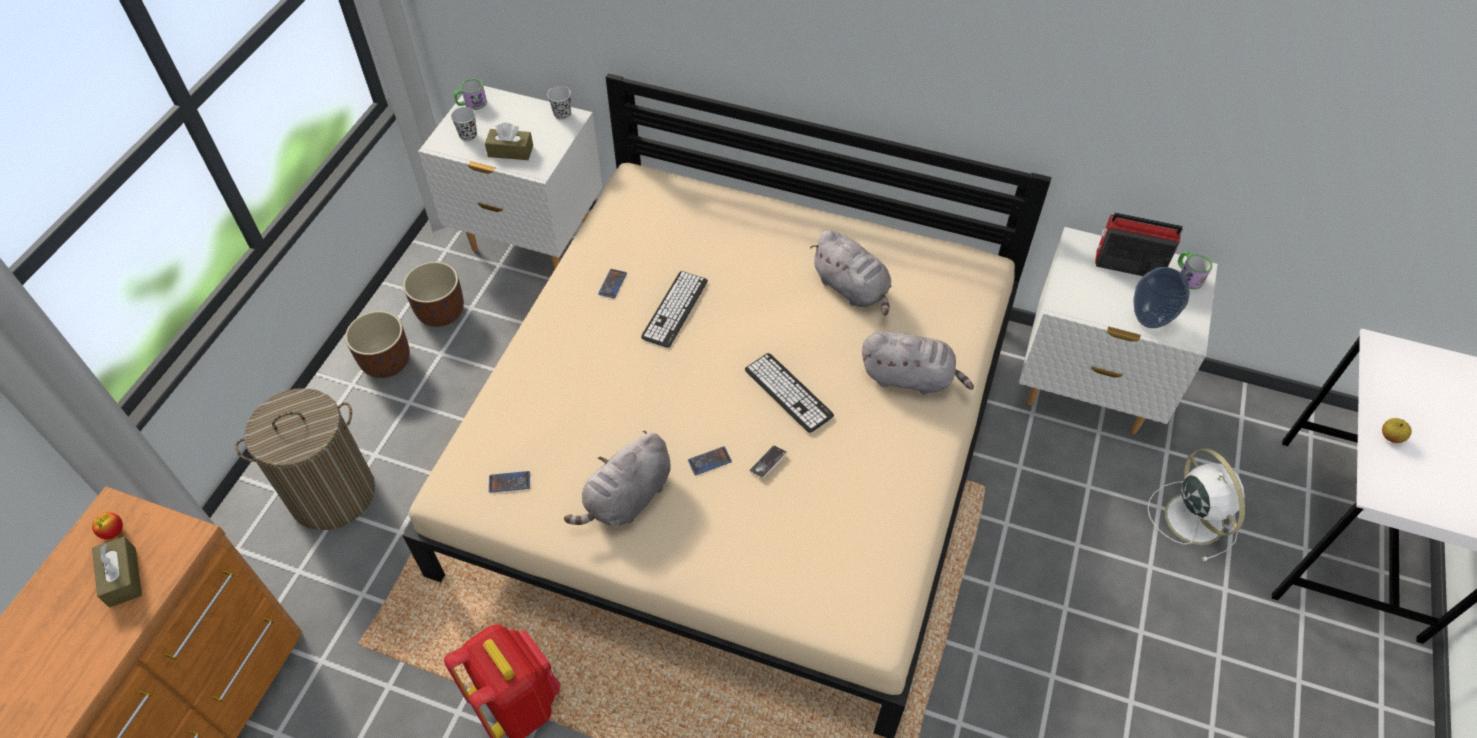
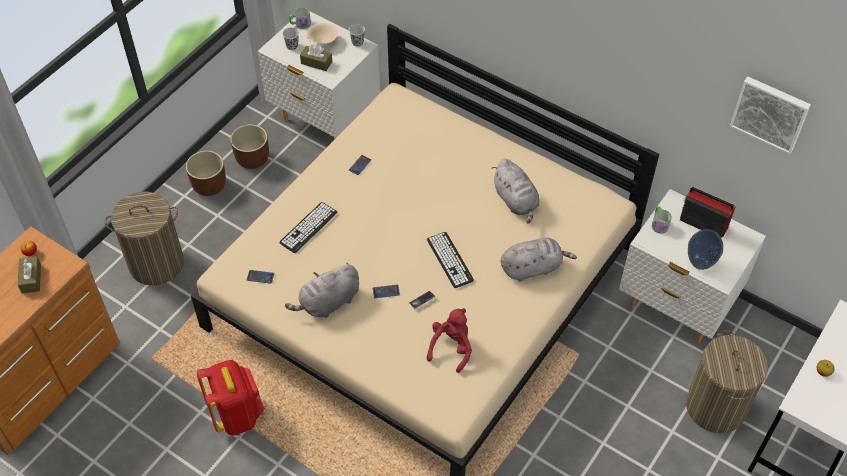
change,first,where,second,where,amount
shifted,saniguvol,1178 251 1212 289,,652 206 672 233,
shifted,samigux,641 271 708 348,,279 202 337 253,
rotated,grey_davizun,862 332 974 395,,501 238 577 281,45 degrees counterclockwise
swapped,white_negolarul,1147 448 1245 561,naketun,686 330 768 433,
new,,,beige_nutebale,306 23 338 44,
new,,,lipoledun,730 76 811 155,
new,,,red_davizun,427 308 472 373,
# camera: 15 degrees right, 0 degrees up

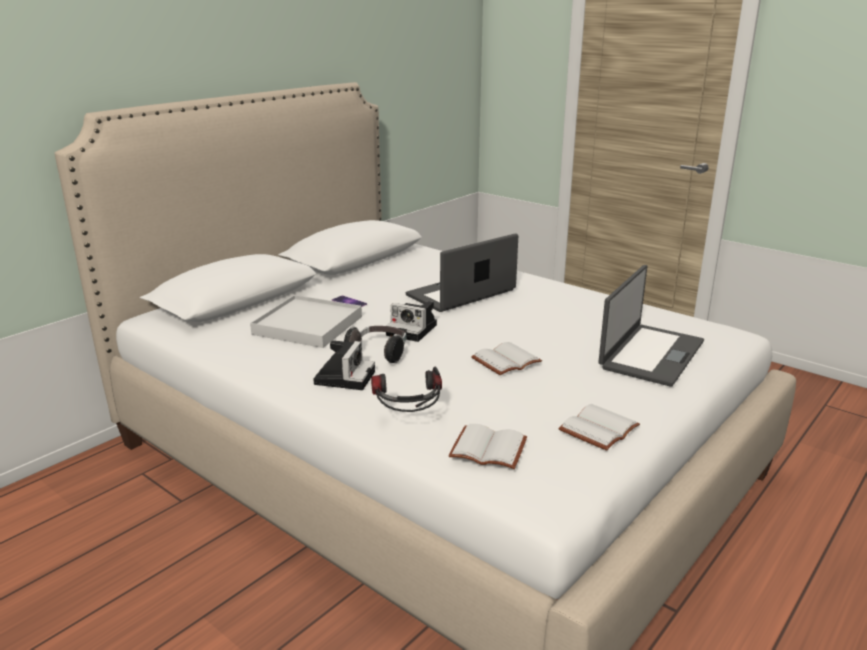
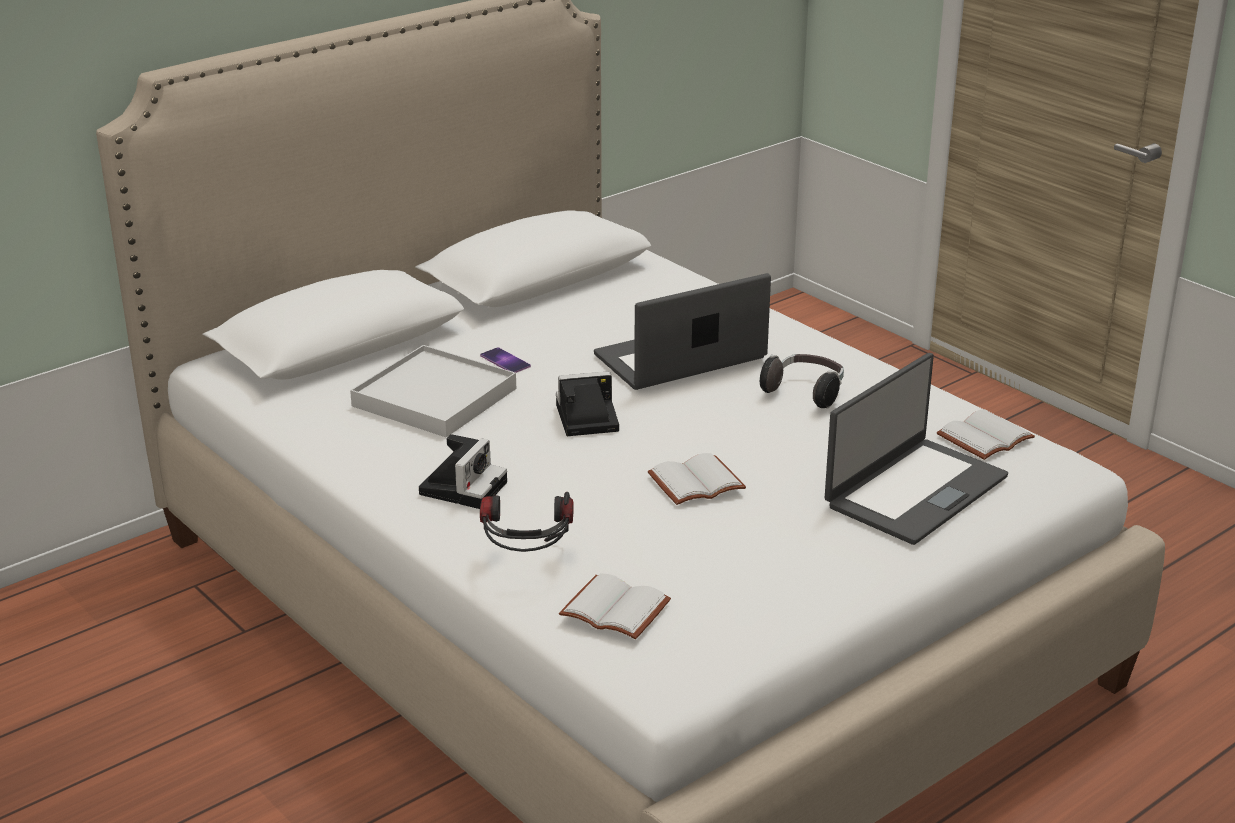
change,first,where,second,where,amount
rotated,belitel,386 301 437 342,,556 372 619 436,135 degrees clockwise
shifted,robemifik,344 326 406 363,,760 354 844 408,
shifted,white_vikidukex,558 404 640 451,,937 409 1035 460,
# camera: 10 degrees right, 5 degrees up

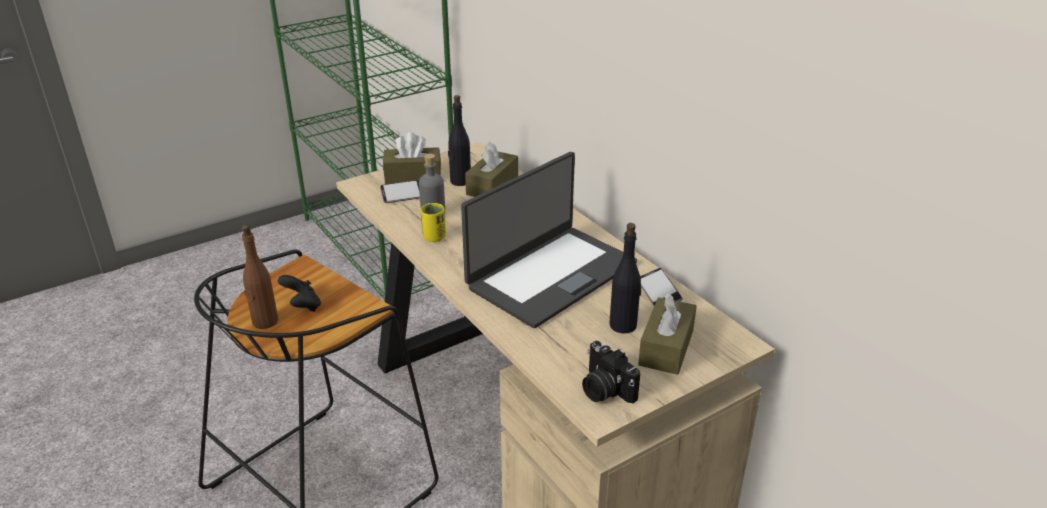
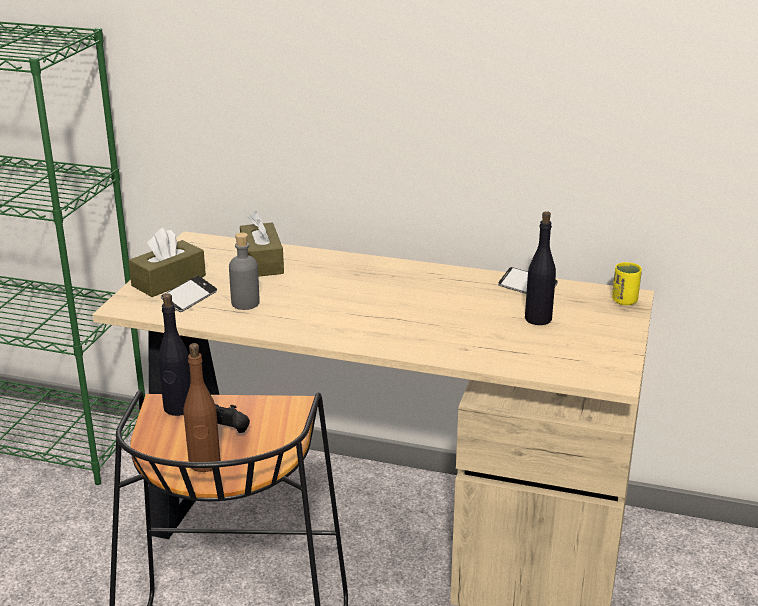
change,first,where,second,where,amount
shifted,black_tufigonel,448 95 471 186,,158 294 191 416,
gone,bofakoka,461 152 637 328,,,
shifted,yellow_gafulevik,421 203 446 242,,612 262 642 305,
gone,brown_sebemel,638 293 697 375,,,
gone,belitel,582 341 640 403,,,
# camera: 40 degrees left, 5 degrees down

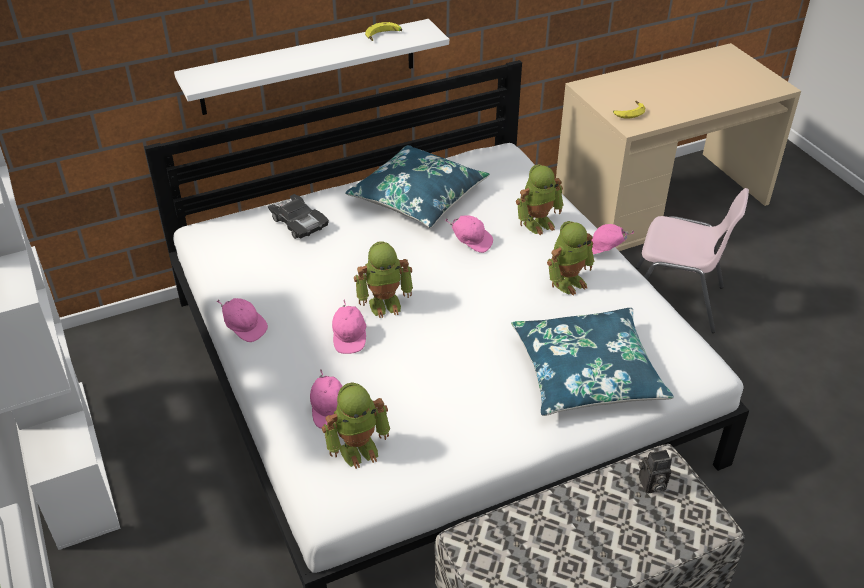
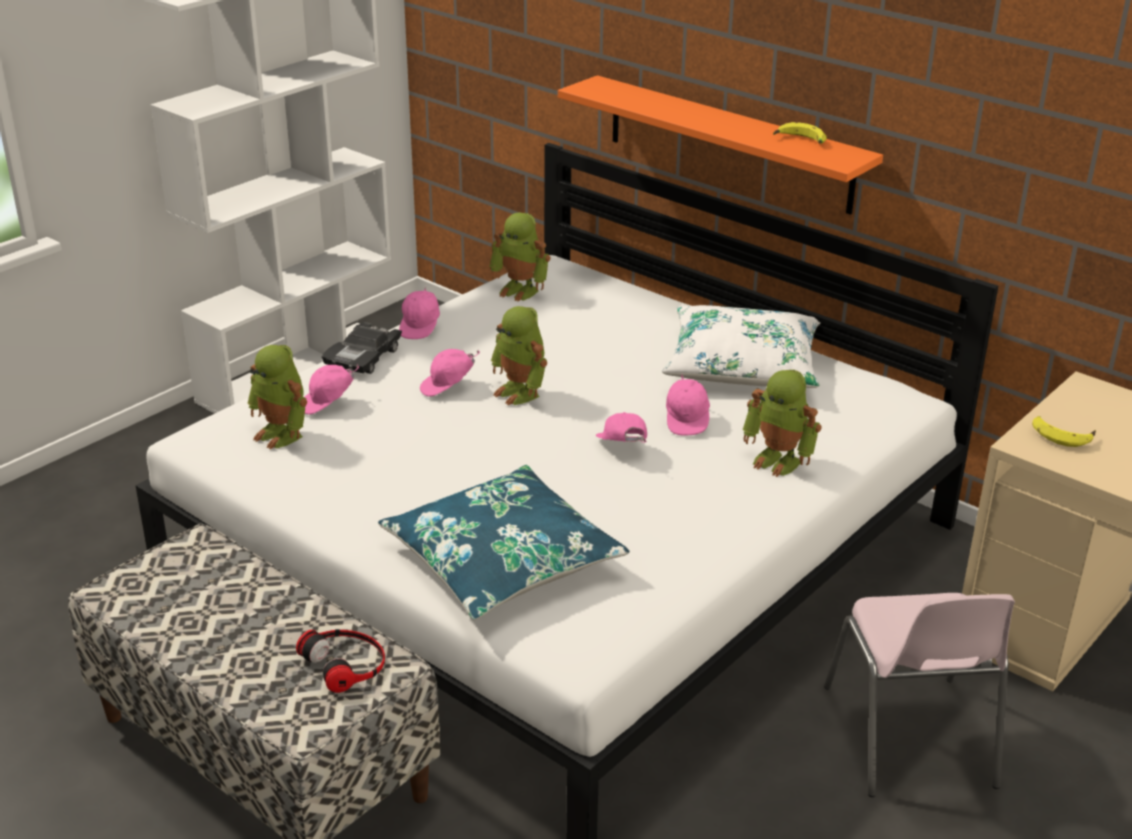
change,first,where,second,where,amount
repainted,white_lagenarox,174 19 449 115,orange_lagenarox,558 75 883 215,
repainted,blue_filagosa,345 145 490 228,white_filagosa,662 305 820 388,
shifted,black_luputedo,268 194 329 239,,322 322 402 374,
shifted,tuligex,547 221 594 296,,489 212 551 301,
shifted,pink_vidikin,591 224 634 254,,596 412 647 443,
swapped,belitel,639 450 672 493,robemifik,296 629 385 693,
# camera: 65 degrees right, 10 degrees down

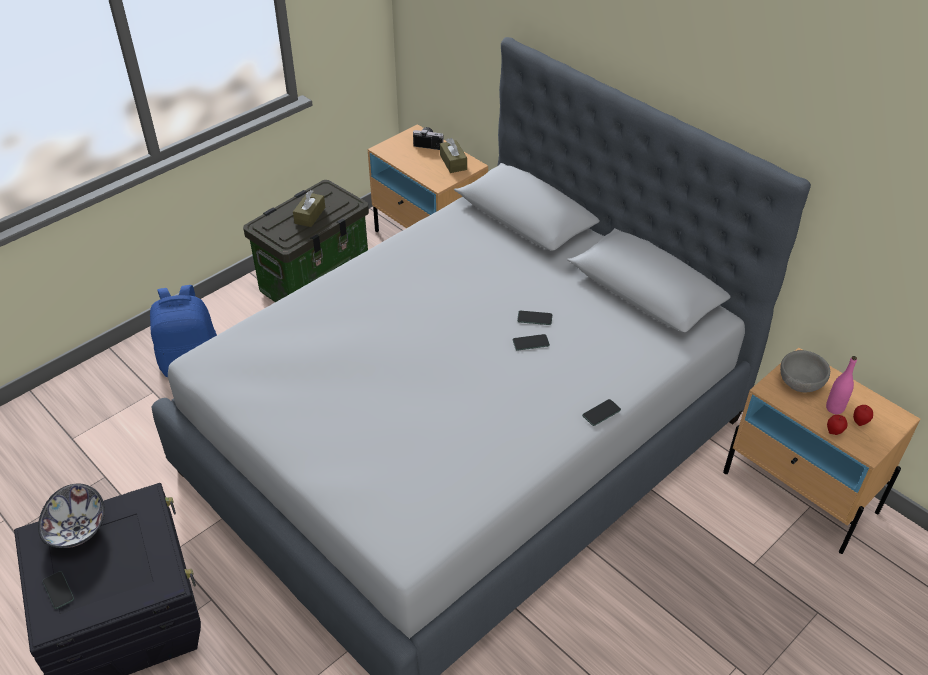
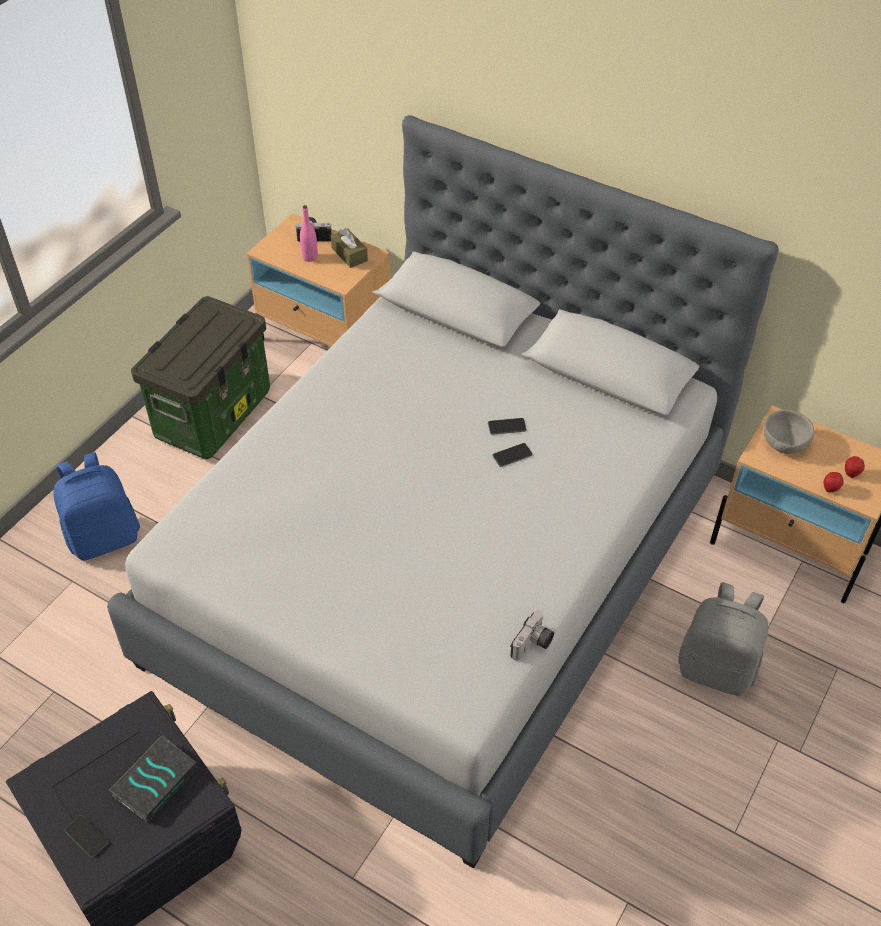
change,first,where,second,where,amount
gone,brown_sebemel,293 190 325 227,,,
shifted,pink_tufigonel,826 356 857 414,,300 205 318 262,
gone,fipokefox,582 399 621 426,,,
gone,nutebale,38 484 105 548,,,
new,,,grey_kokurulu,678 582 768 696,
new,,,belitel,510 610 554 661,
new,,,vikidukex,109 735 198 823,
# camera: 15 degrees left, 5 degrees up

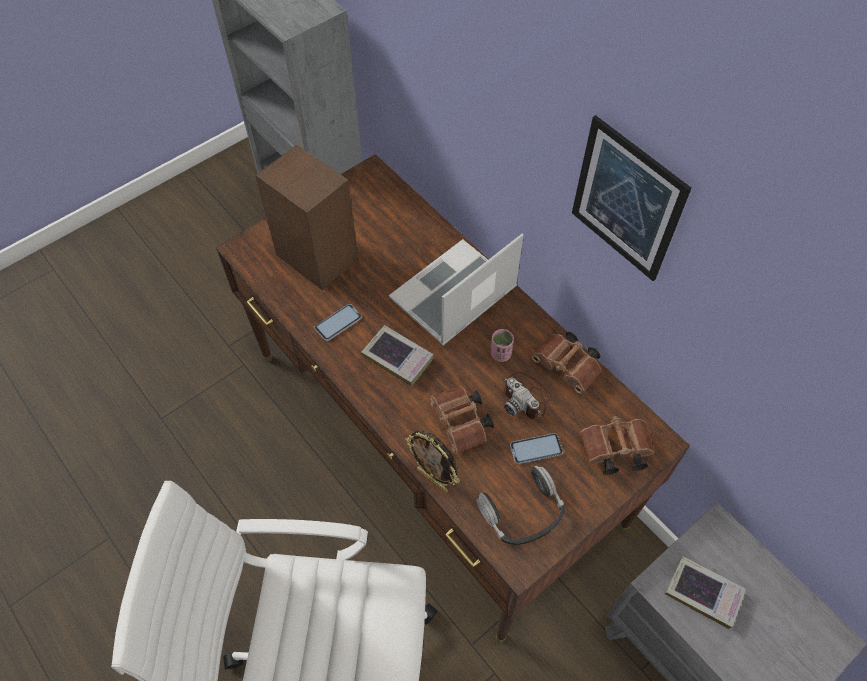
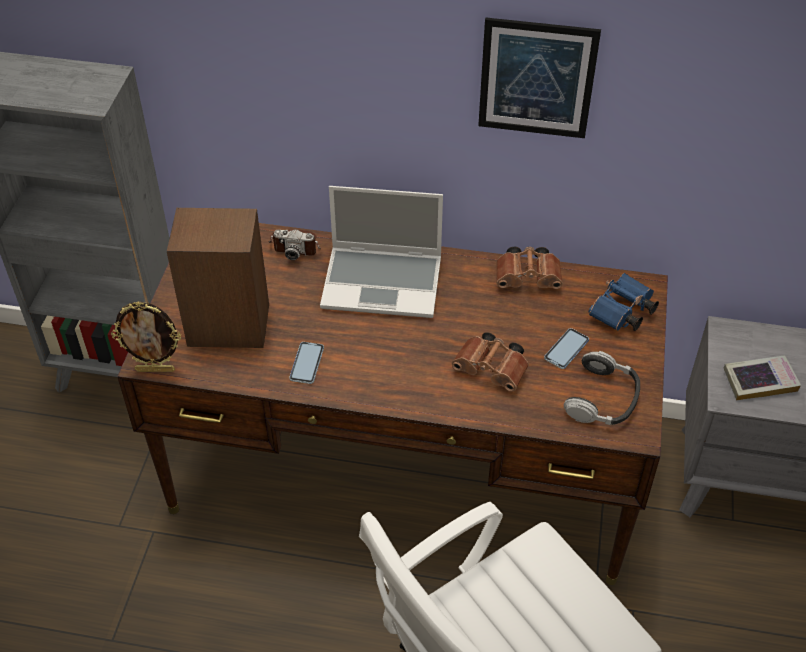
change,first,where,second,where,amount
rotated,bofakoka,389 233 524 346,,320 186 443 318,90 degrees counterclockwise
gone,vikidukex,361 325 434 387,,,
gone,pink_gafulevik,491 329 514 362,,,
shifted,belitel,503 372 552 419,,269 229 321 260,
repainted,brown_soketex,580 416 655 475,blue_soketex,589 273 659 331,
shifted,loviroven,405 431 460 493,,111 302 181 372,
# camera: 40 degrees left, 10 degrees down

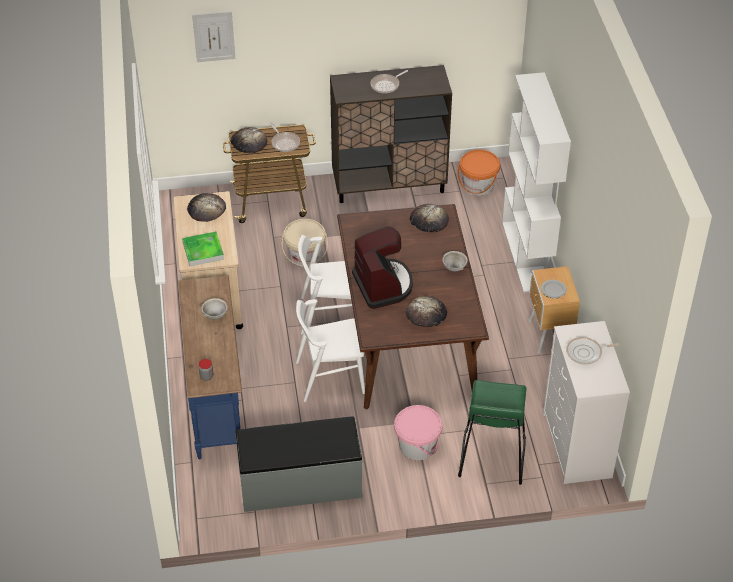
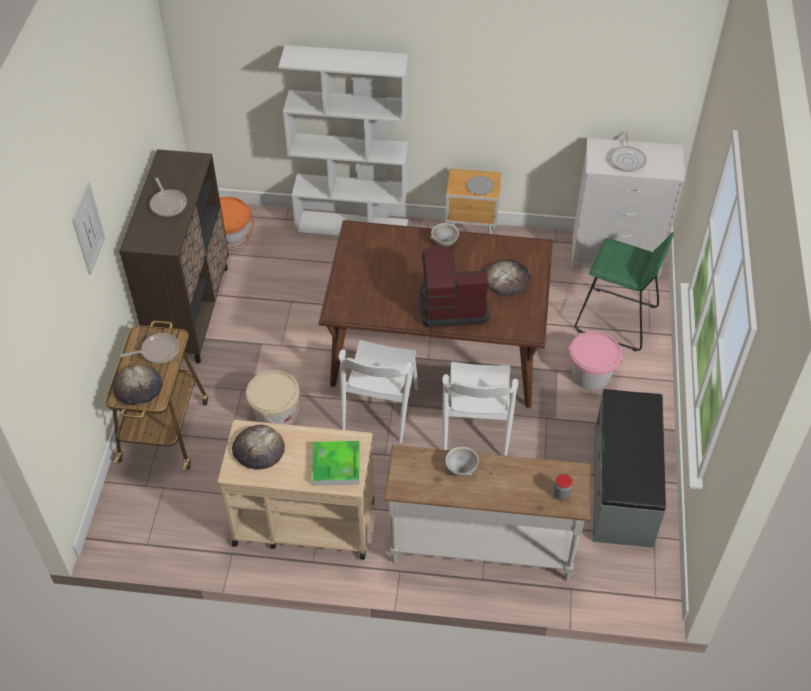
change,first,where,second,where,amount
shifted,lipoledun,192 11 235 62,,72 182 105 275,
gone,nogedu,410 204 449 233,,,
repainted,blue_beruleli,178 275 242 459,white_beruleli,384 445 591 581,
# camera: 75 degrees left, 5 degrees up

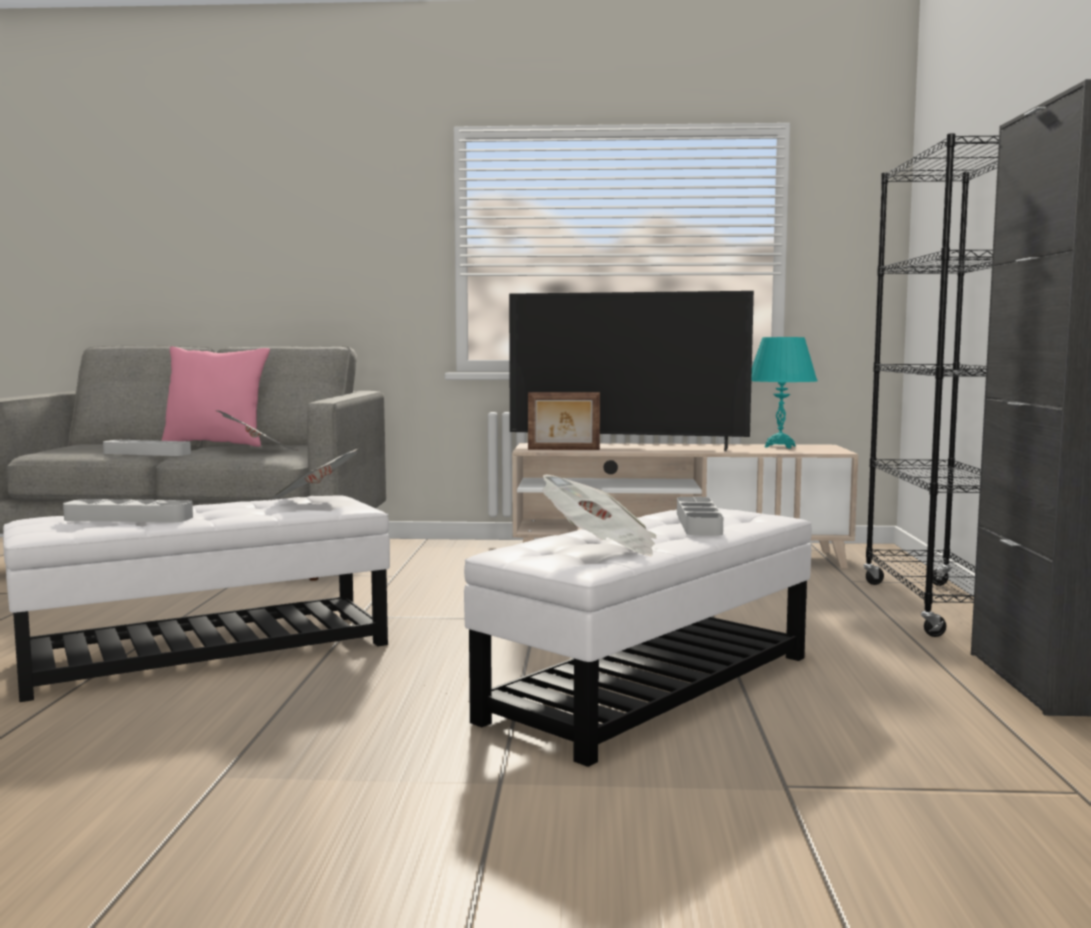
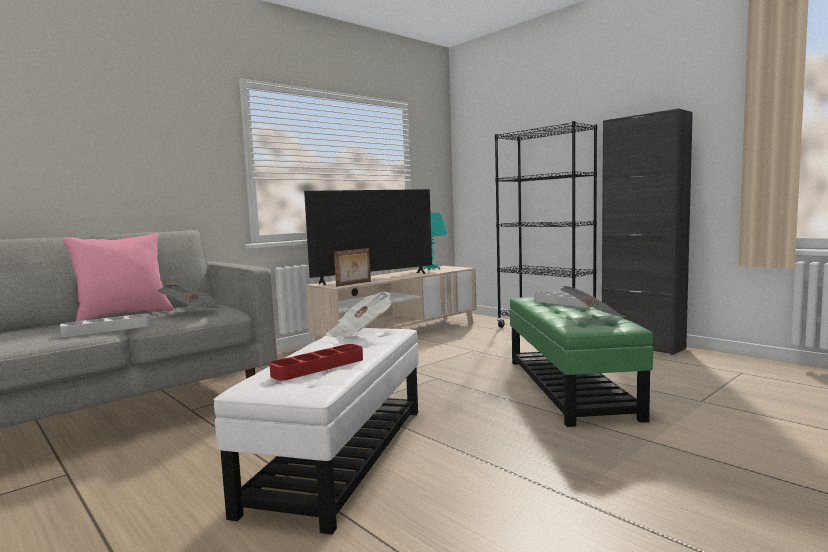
change,first,where,second,where,amount
repainted,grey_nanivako,63 499 193 522,red_nanivako,269 344 363 381,
repainted,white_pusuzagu,464 508 812 767,green_pusuzagu,510 297 653 427,
# camera: 45 degrees left, 0 degrees up

